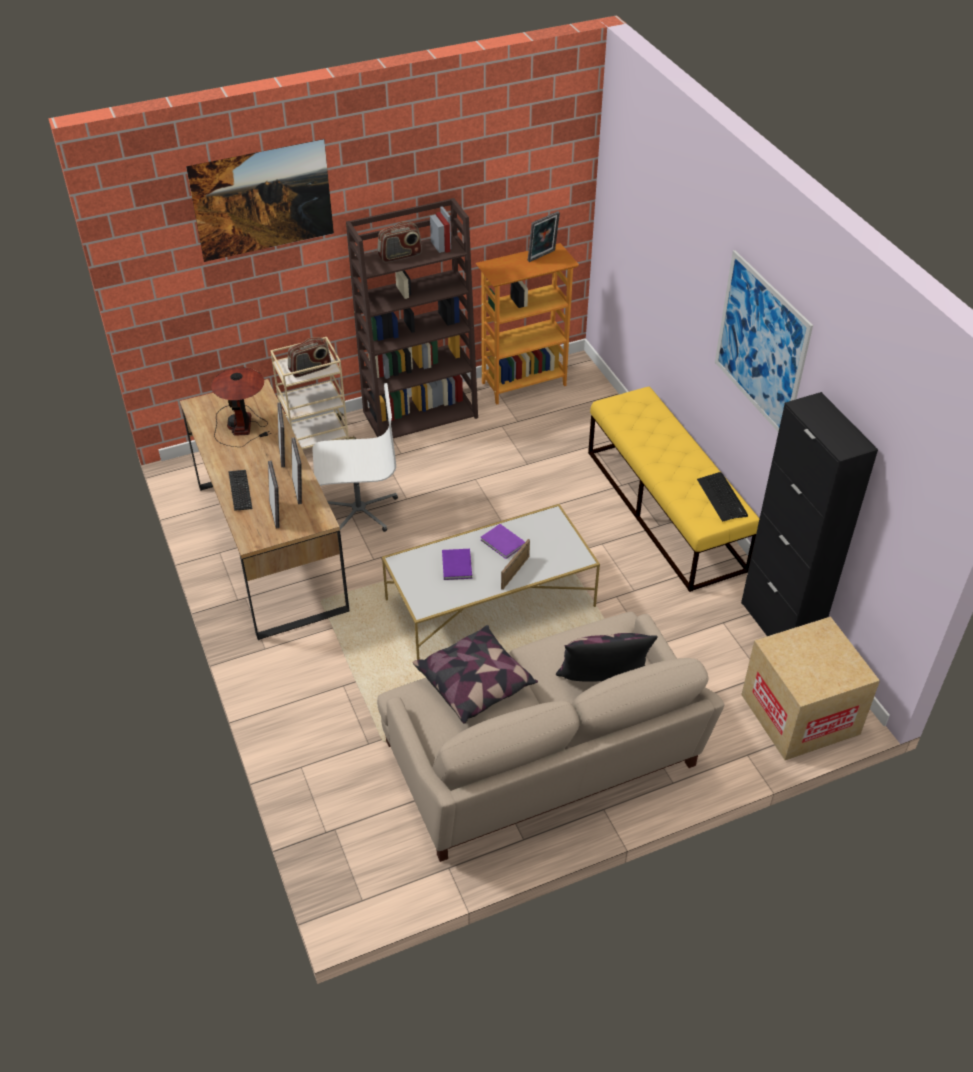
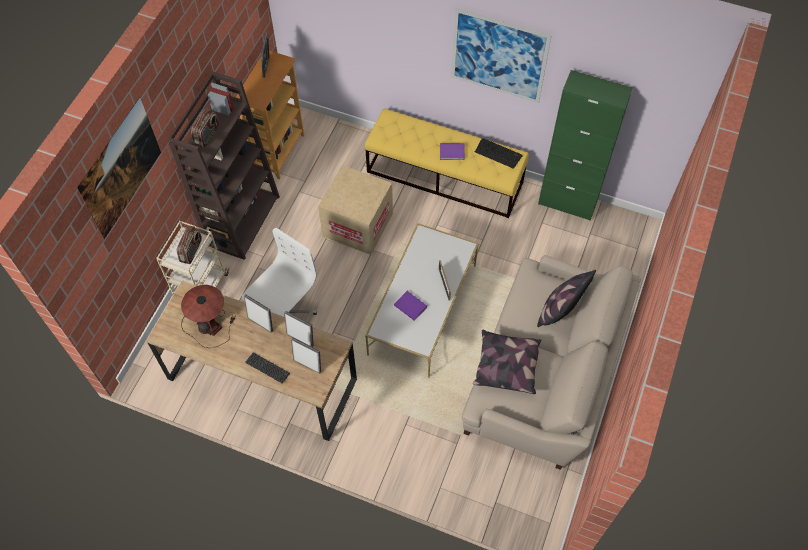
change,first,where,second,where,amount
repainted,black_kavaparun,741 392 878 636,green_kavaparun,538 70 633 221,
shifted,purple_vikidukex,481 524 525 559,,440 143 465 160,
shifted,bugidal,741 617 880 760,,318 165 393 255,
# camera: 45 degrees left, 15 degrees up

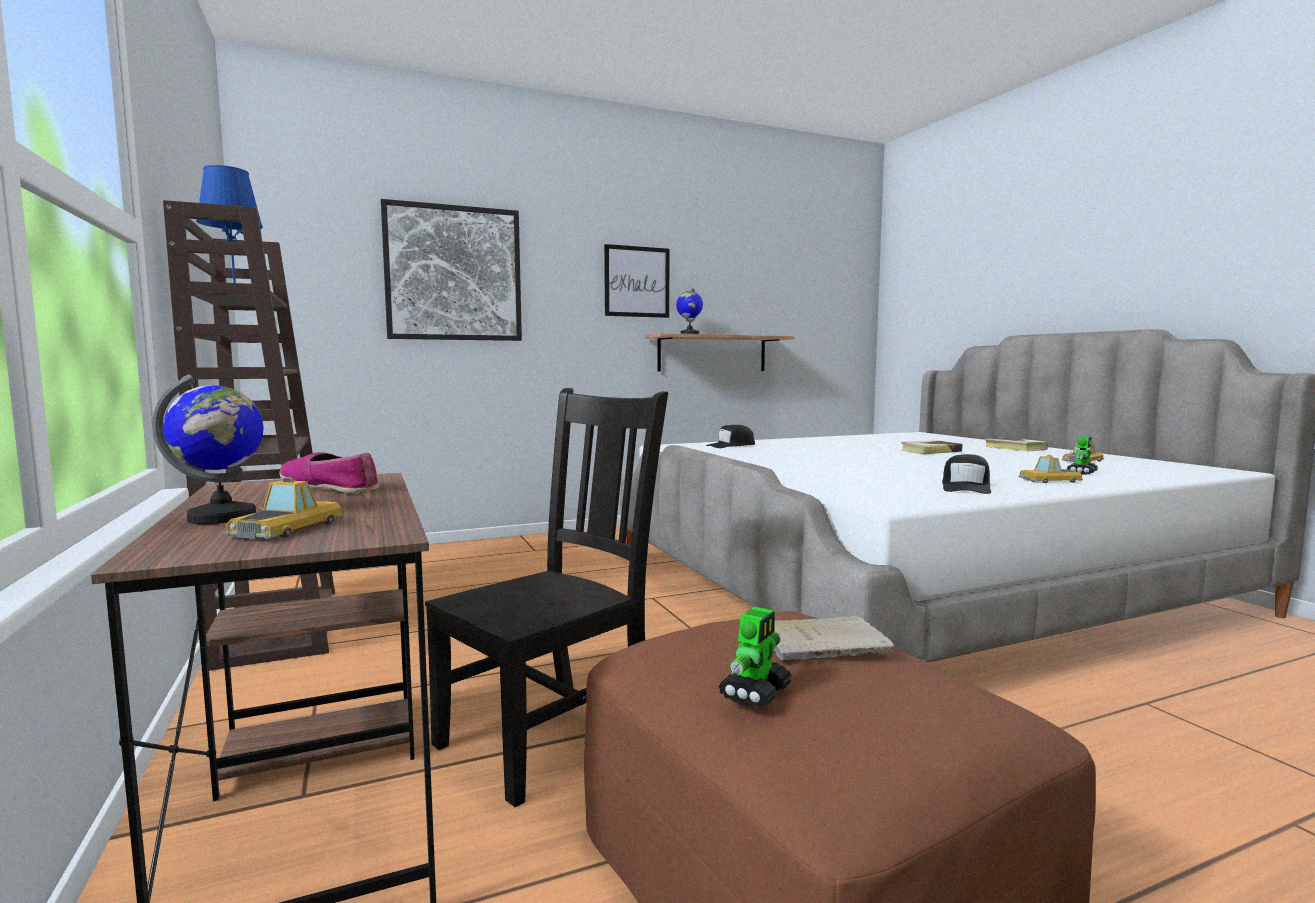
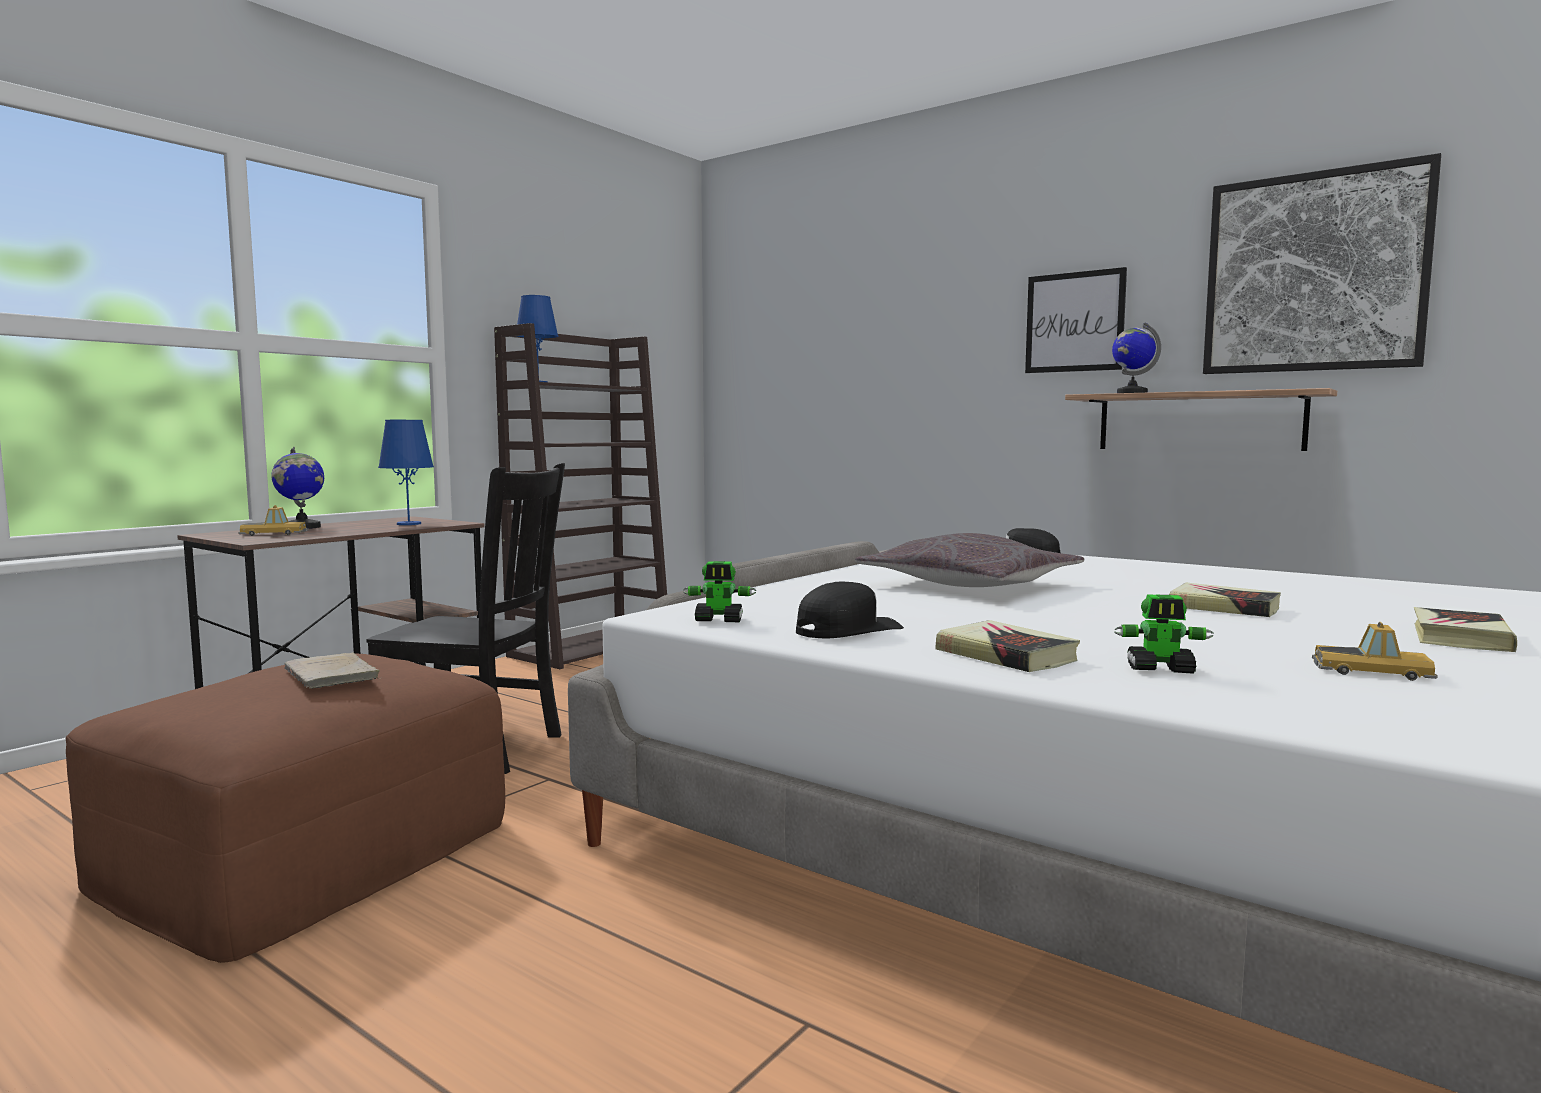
change,first,where,second,where,amount
shifted,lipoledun,381 199 522 341,,1203 153 1441 374,
swapped,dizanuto,280 452 379 493,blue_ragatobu,378 420 434 525,
rotated,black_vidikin,942 454 991 494,,796 582 904 638,150 degrees clockwise
swapped,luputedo,1018 455 1083 483,vikidukex,935 620 1080 672,
shifted,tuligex,718 607 793 707,,683 561 756 622,
new,,,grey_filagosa,855 533 1084 587,
# camera: 60 degrees right, 0 degrees up

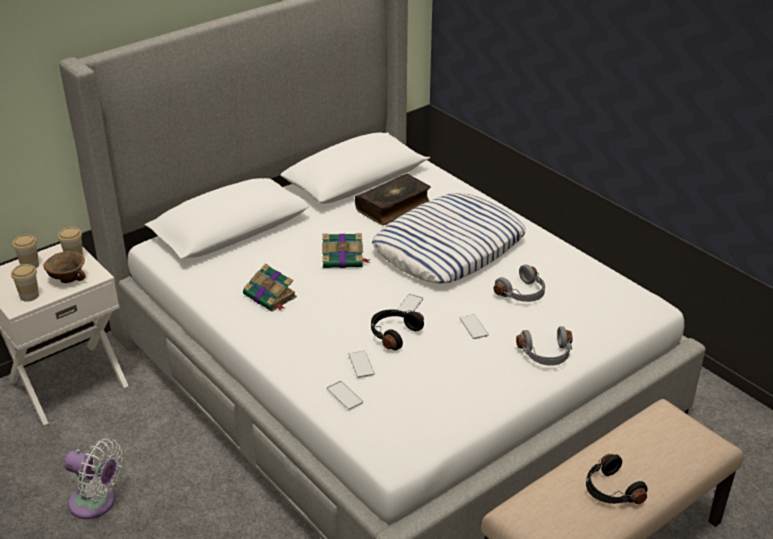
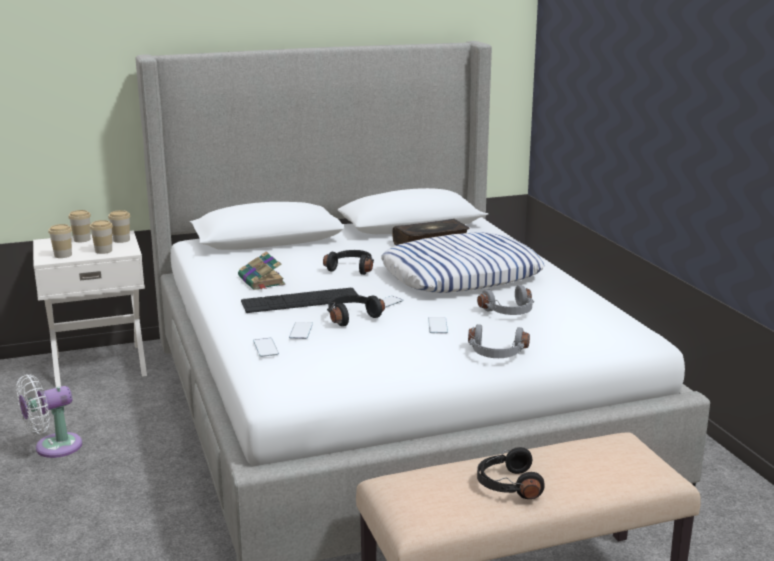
change,first,where,second,where,amount
swapped,vikidukex,322 233 371 268,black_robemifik,323 250 374 275,
swapped,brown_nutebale,44 251 86 283,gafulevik,90 220 113 254,
rotated,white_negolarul,63 438 123 519,,16 374 83 458,105 degrees clockwise
new,,,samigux,241 287 358 313,
# camera: 20 degrees right, 15 degrees down

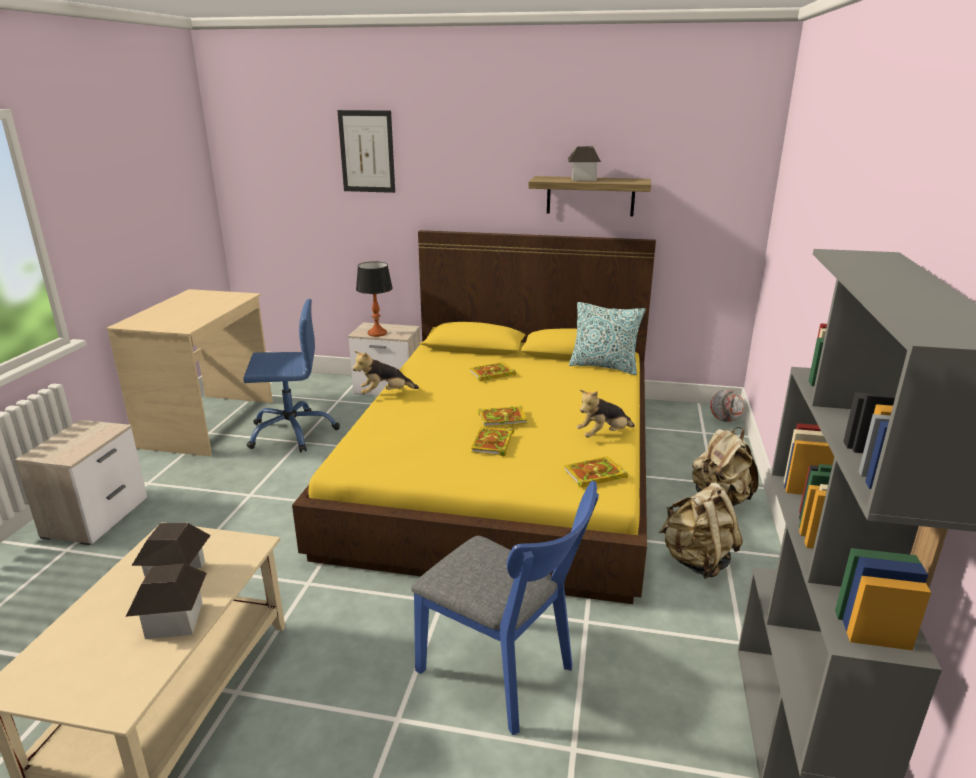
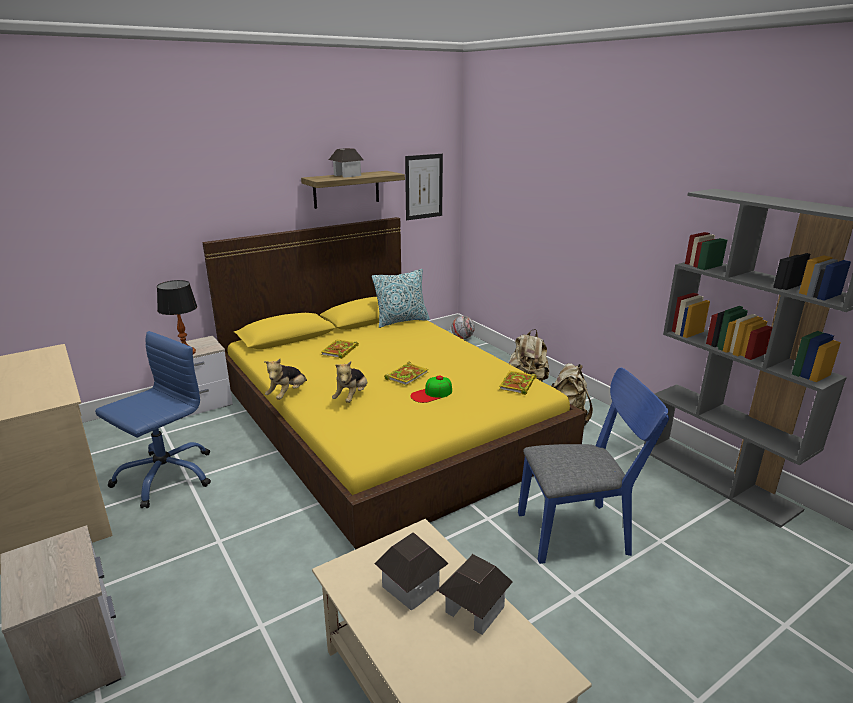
change,first,where,second,where,amount
shifted,lipoledun,337 110 395 193,,405 154 443 220,
shifted,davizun,577 390 635 438,,332 361 367 403,
swapped,vikidukex,471 427 514 456,vidikin,410 375 452 403,
# camera: 45 degrees left, 0 degrees up

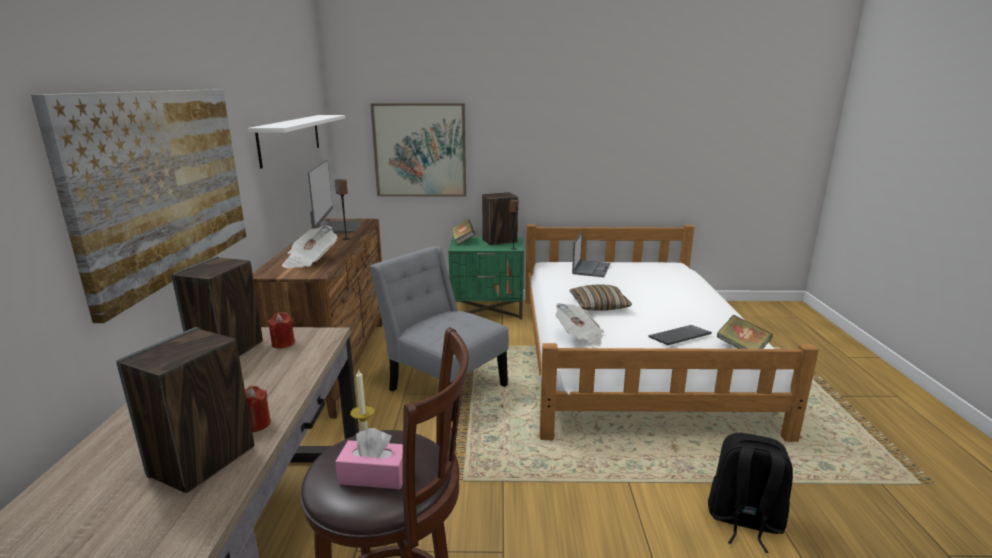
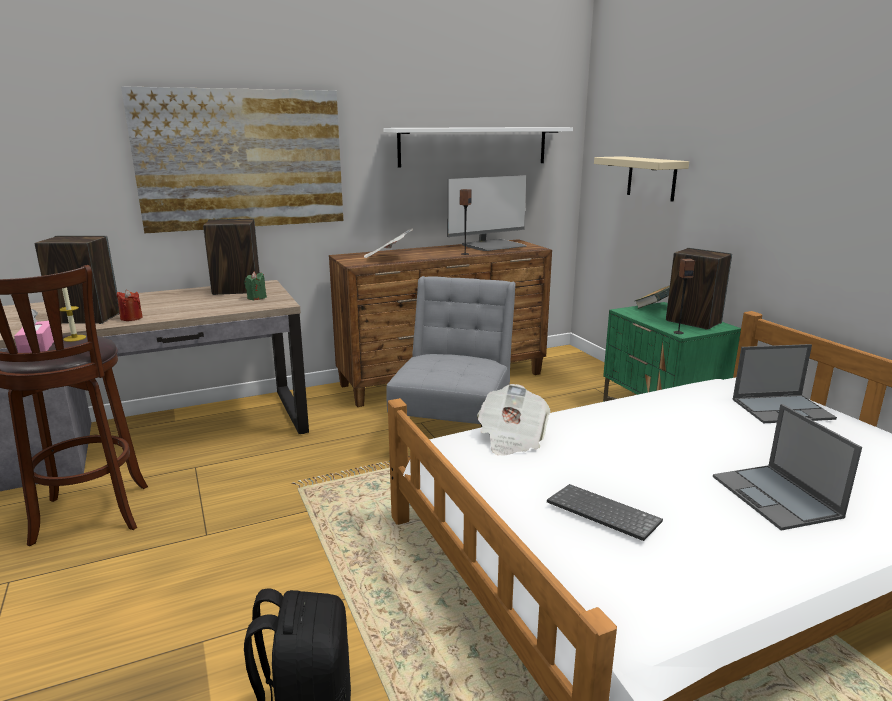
change,first,where,second,where,amount
swapped,lipoledun,370 103 466 196,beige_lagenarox,594 156 689 202,
gone,filagosa,569 284 632 311,,,
repainted,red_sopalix,268 312 295 349,green_sopalix,245 272 267 300,
gone,vikidukex,717 315 772 349,,,
new,,,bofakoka,713 404 862 530,
# camera: 65 degrees right, 0 degrees up

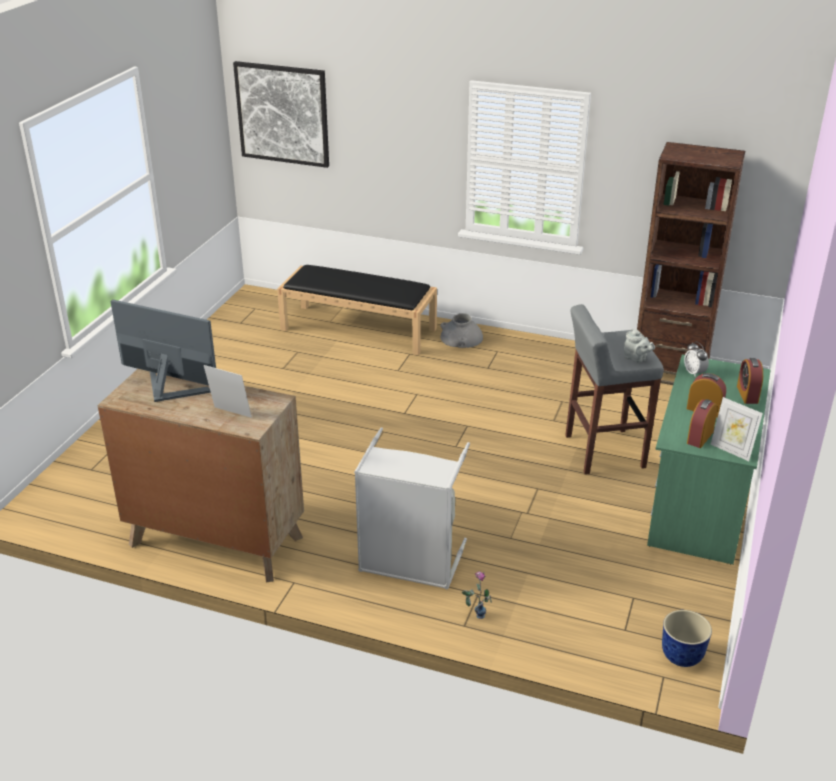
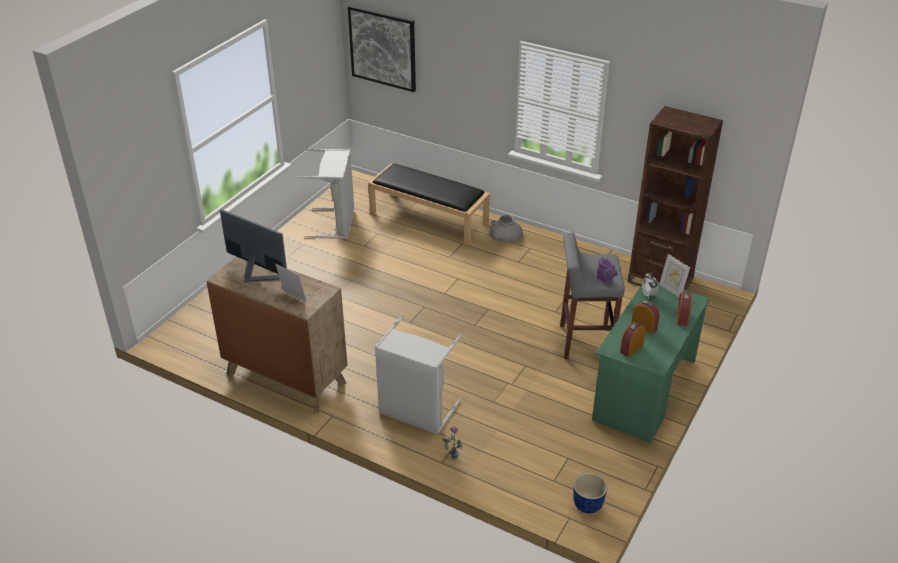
change,first,where,second,where,amount
repainted,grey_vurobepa,624 329 655 363,purple_vurobepa,597 257 618 283,
shifted,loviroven,711 397 763 461,,659 254 690 297,
new,,,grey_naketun,298 149 354 239,
# camera: 10 degrees right, 5 degrees up

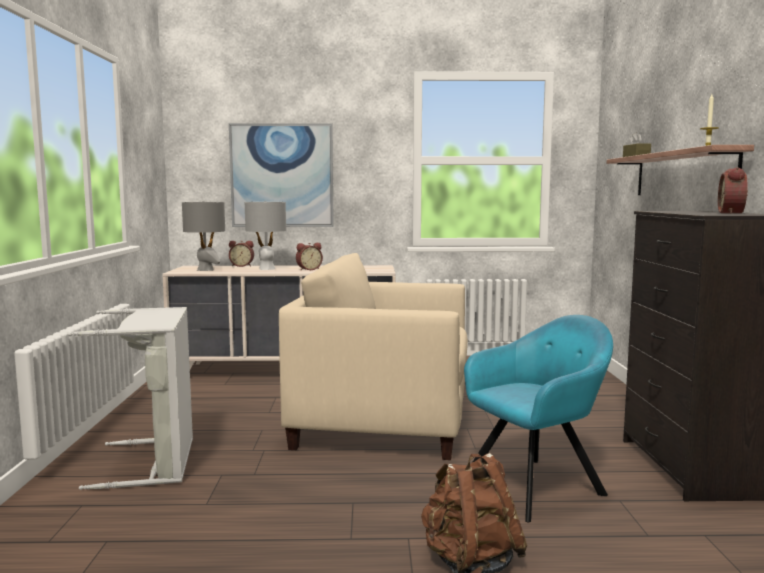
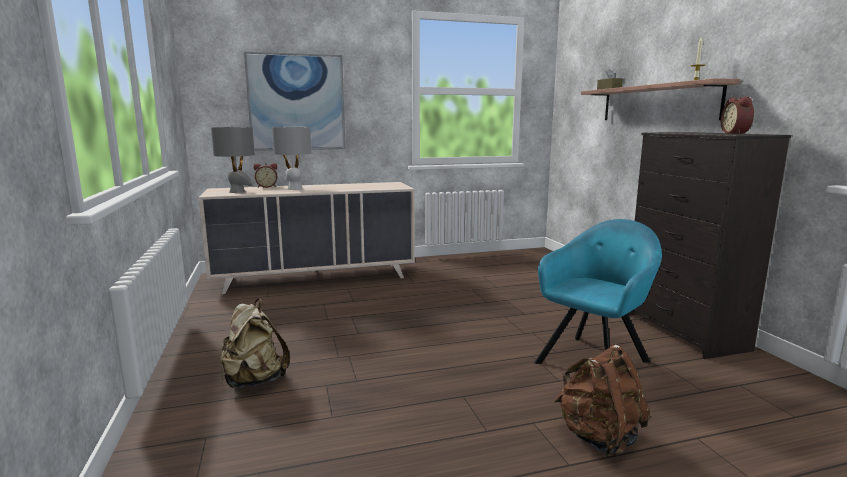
change,first,where,second,where,amount
gone,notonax,296 243 323 270,,,
gone,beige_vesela,279 253 468 460,,,
swapped,grey_naketun,67 307 193 490,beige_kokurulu,220 299 290 388,
# camera: 15 degrees left, 5 degrees up

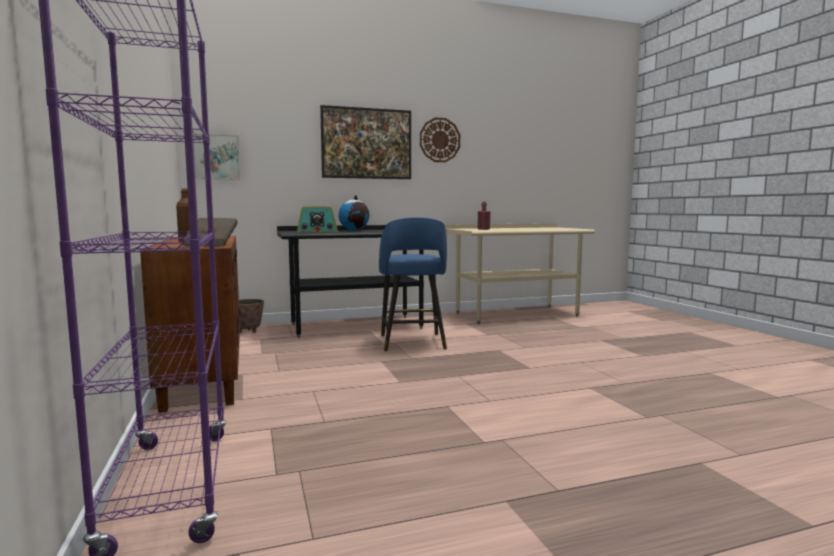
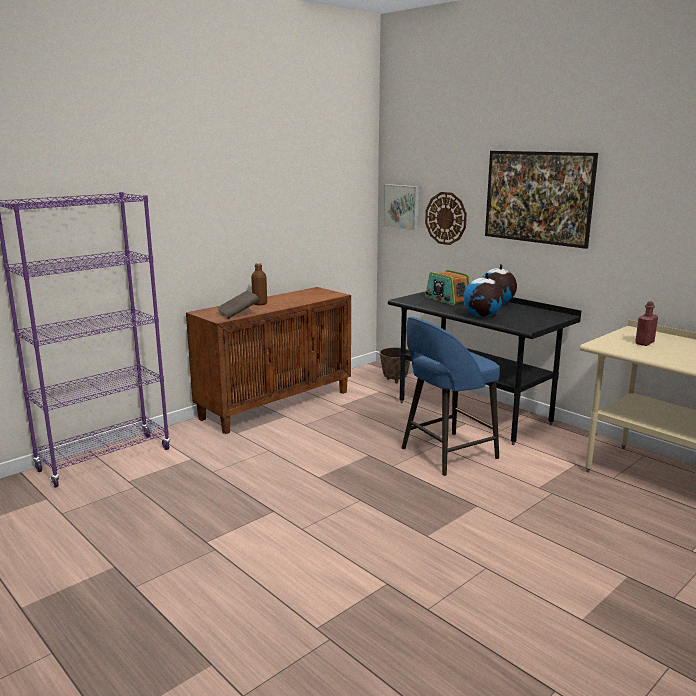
change,first,where,second,where,amount
shifted,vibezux,420 117 460 162,,425 192 467 245,
new,,,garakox,463 273 504 317,
# camera: 65 degrees right, 10 degrees up

